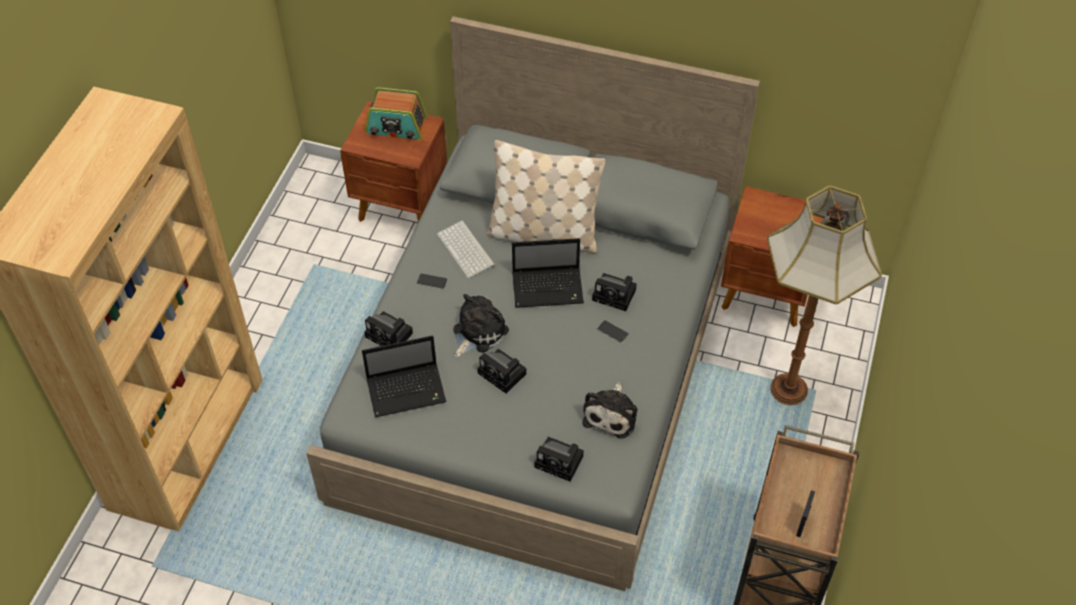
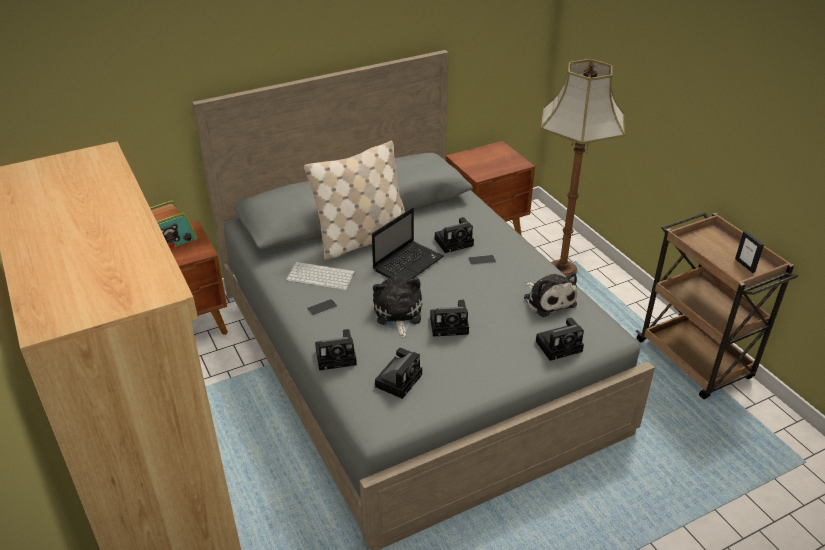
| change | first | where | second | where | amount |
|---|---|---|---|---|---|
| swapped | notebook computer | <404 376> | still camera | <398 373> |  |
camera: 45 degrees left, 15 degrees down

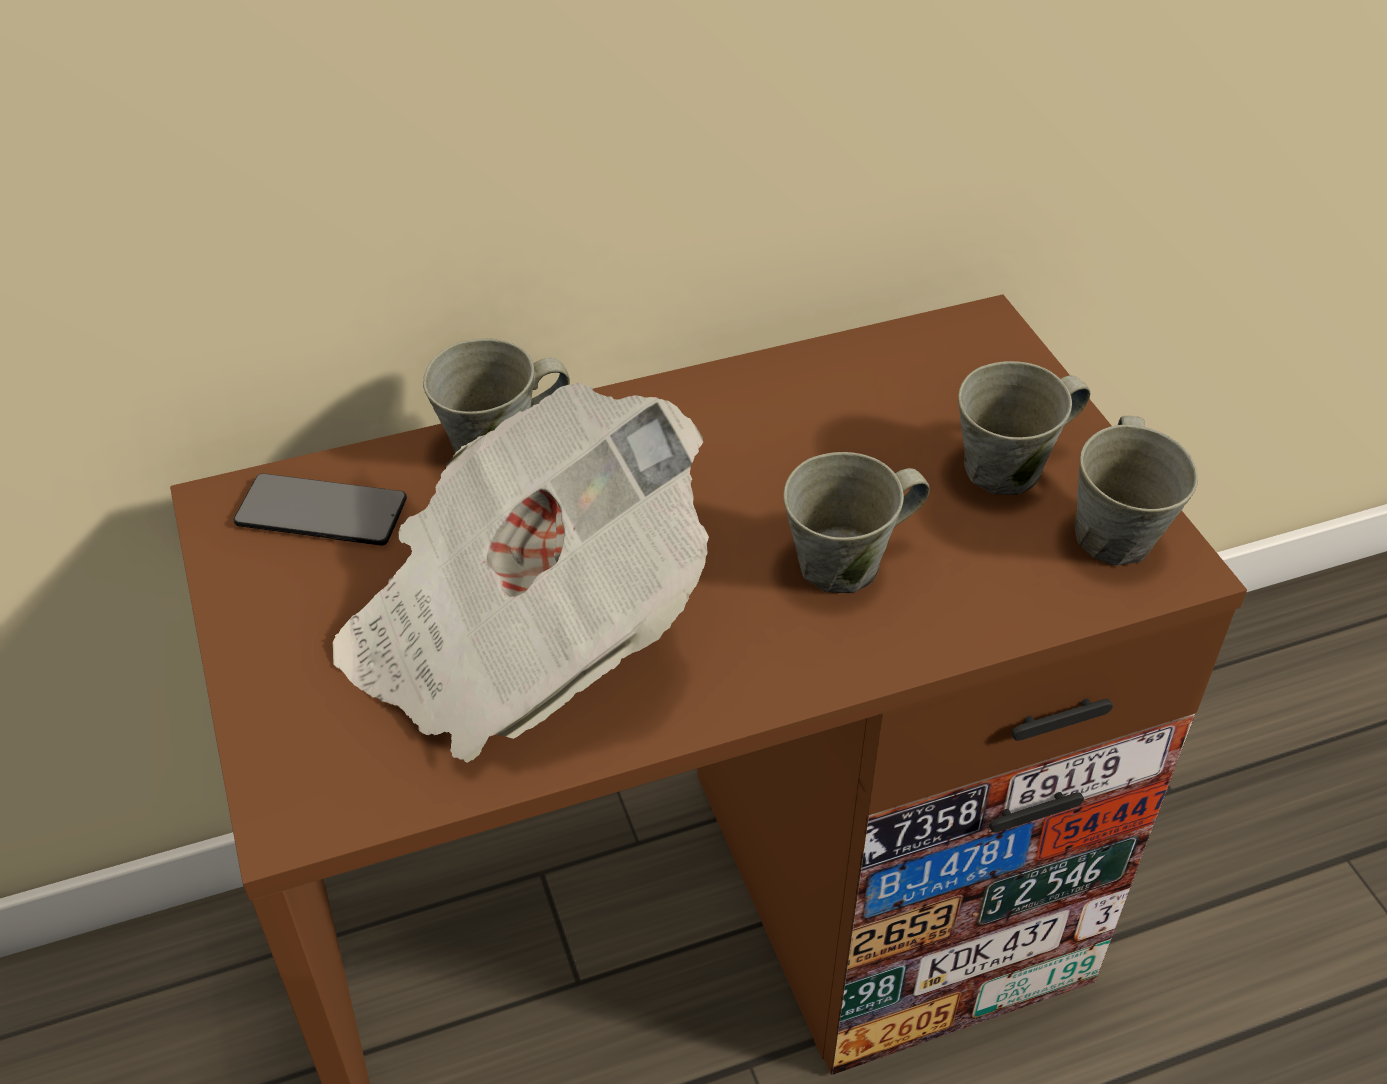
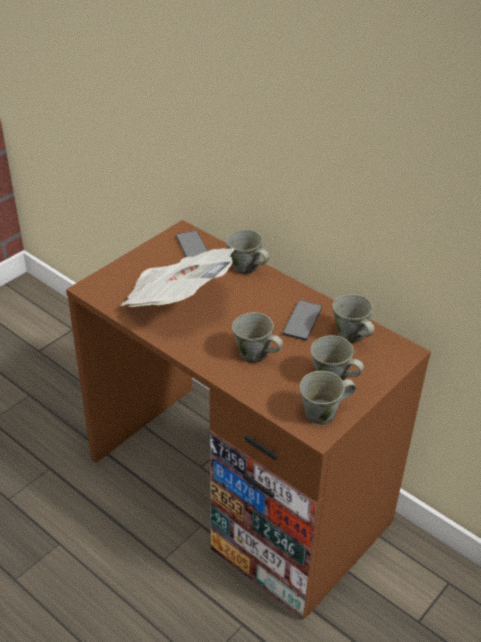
| change | first | where | second | where | amount |
|---|---|---|---|---|---|
| new |  |  | greyish coffee mug | <353 318> |  |
| new |  |  | telephone | <302 320> |  |
camera: 60 degrees right, 5 degrees down

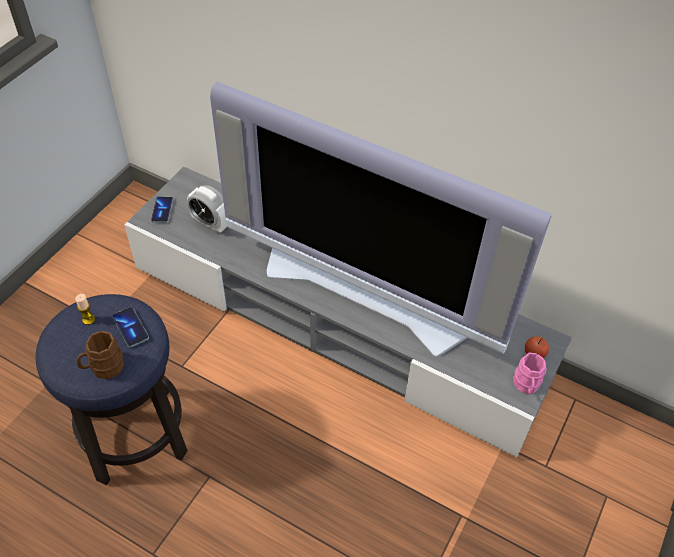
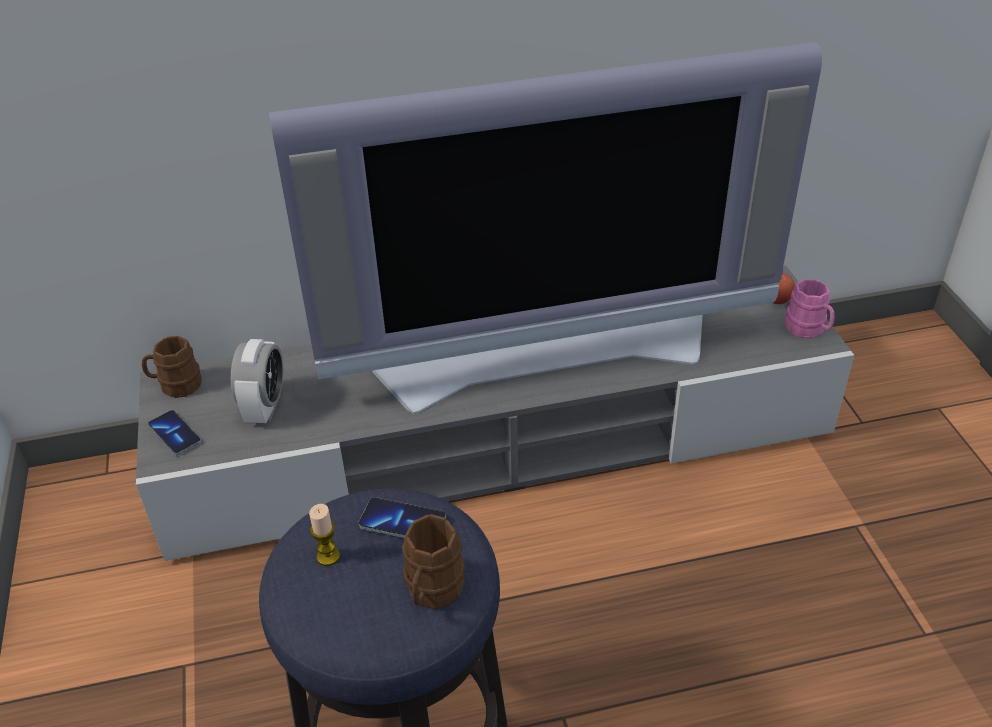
| change | first | where | second | where | amount |
|---|---|---|---|---|---|
| rotated | bedside clock | <207 209> |  | <257 381> | 75 degrees counterclockwise |
| new |  |  | brown-coloured coffee mug | <172 367> |  |
camera: 40 degrees left, 10 degrees down

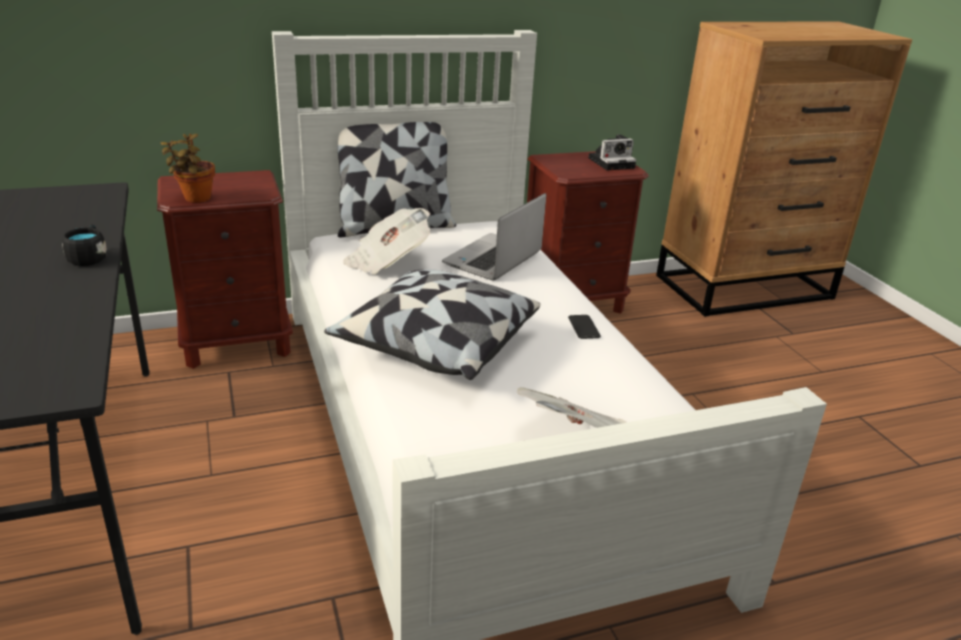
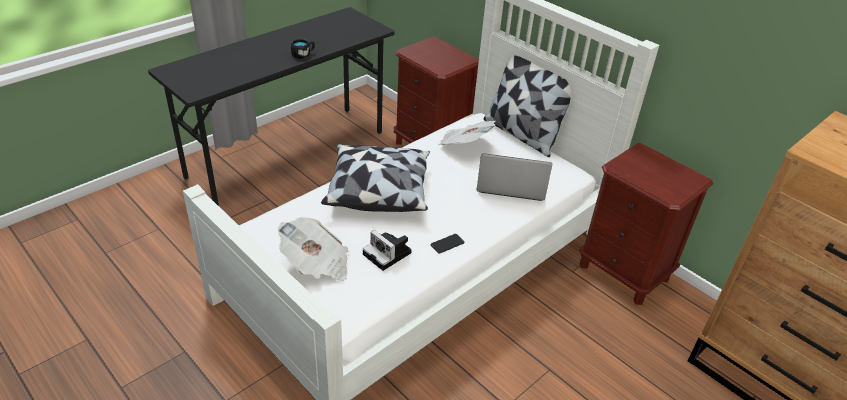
| change | first | where | second | where | amount |
|---|---|---|---|---|---|
| gone | plant in a pot | <187 168> |  |  |  |
| shifted | still camera | <612 152> |  | <387 250> |  |
camera: 65 degrees right, 10 degrees up

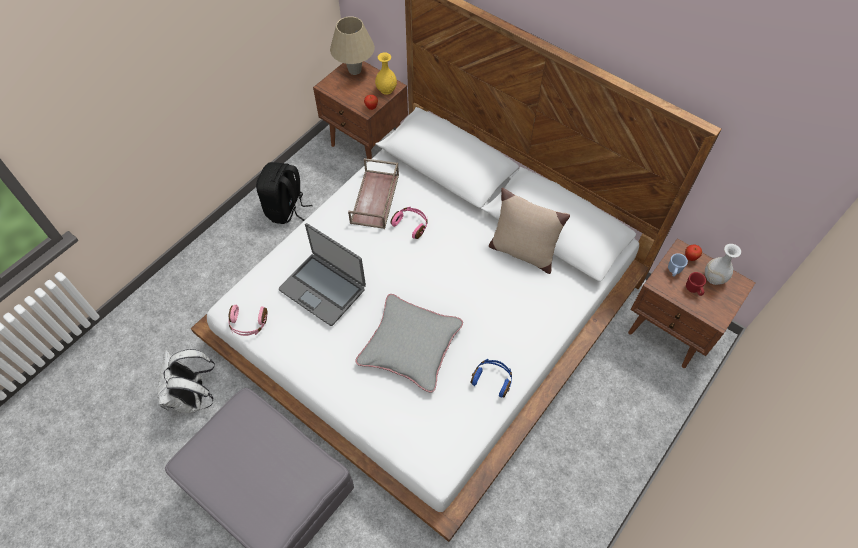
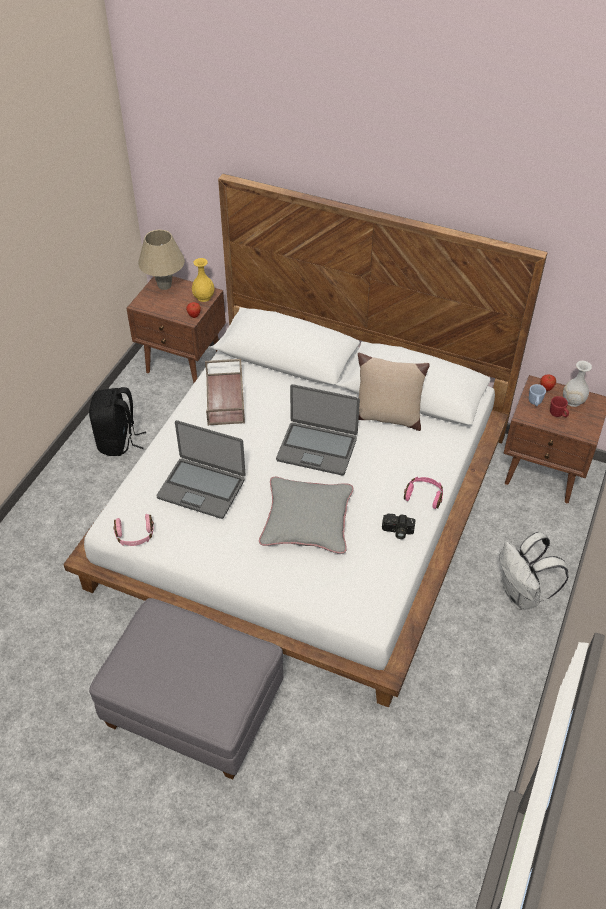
| change | first | where | second | where | amount |
|---|---|---|---|---|---|
| shifted | pinkish headphones | <409 223> |  | <423 493> |  |
| shifted | white knapsack | <186 381> |  | <534 571> |  |
| swapped | blue headphones | <491 378> | still camera | <398 526> |  |
| new |  |  | notebook computer | <318 429> |  |
camera: 15 degrees left, 10 degrees down

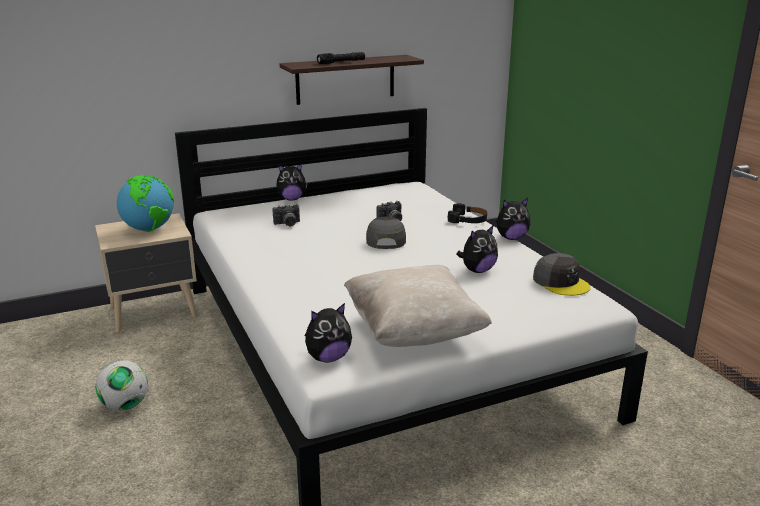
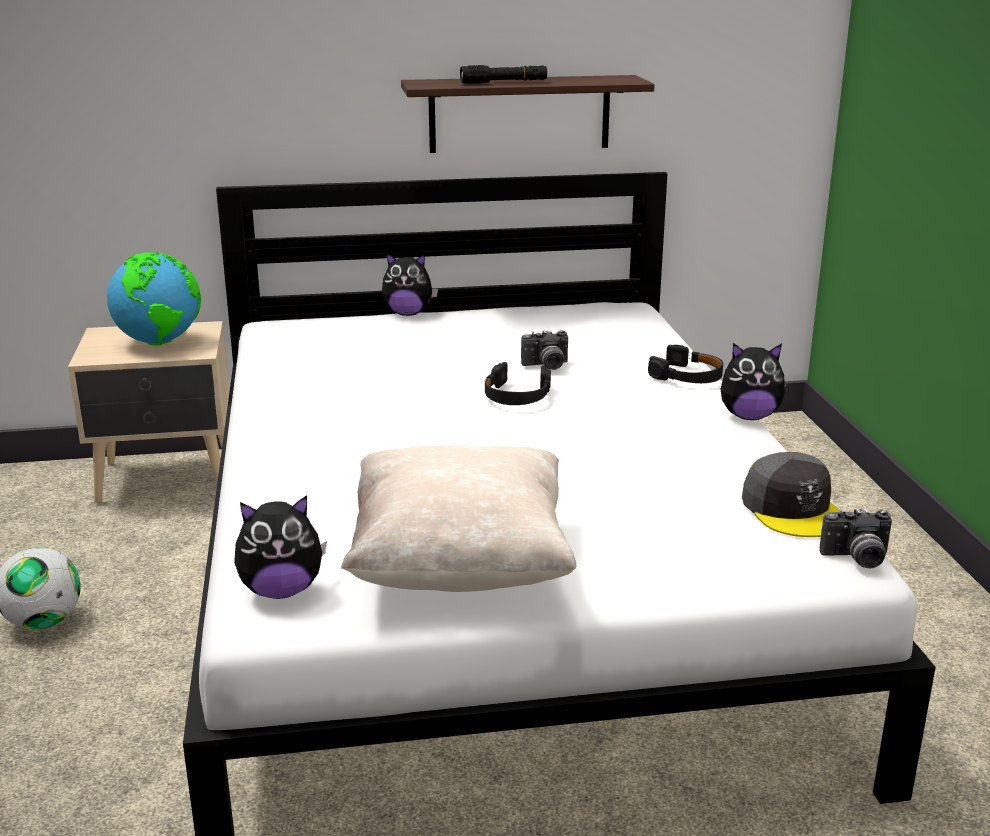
| change | first | where | second | where | amount |
|---|---|---|---|---|---|
| shifted | still camera | <286 215> |  | <856 538> |  |
| swapped | greyish peaked cap | <386 233> | blackish headphones | <518 383> |  |
| gone | soft toy | <477 249> |  |  |  |
camera: 15 degrees right, 0 degrees up

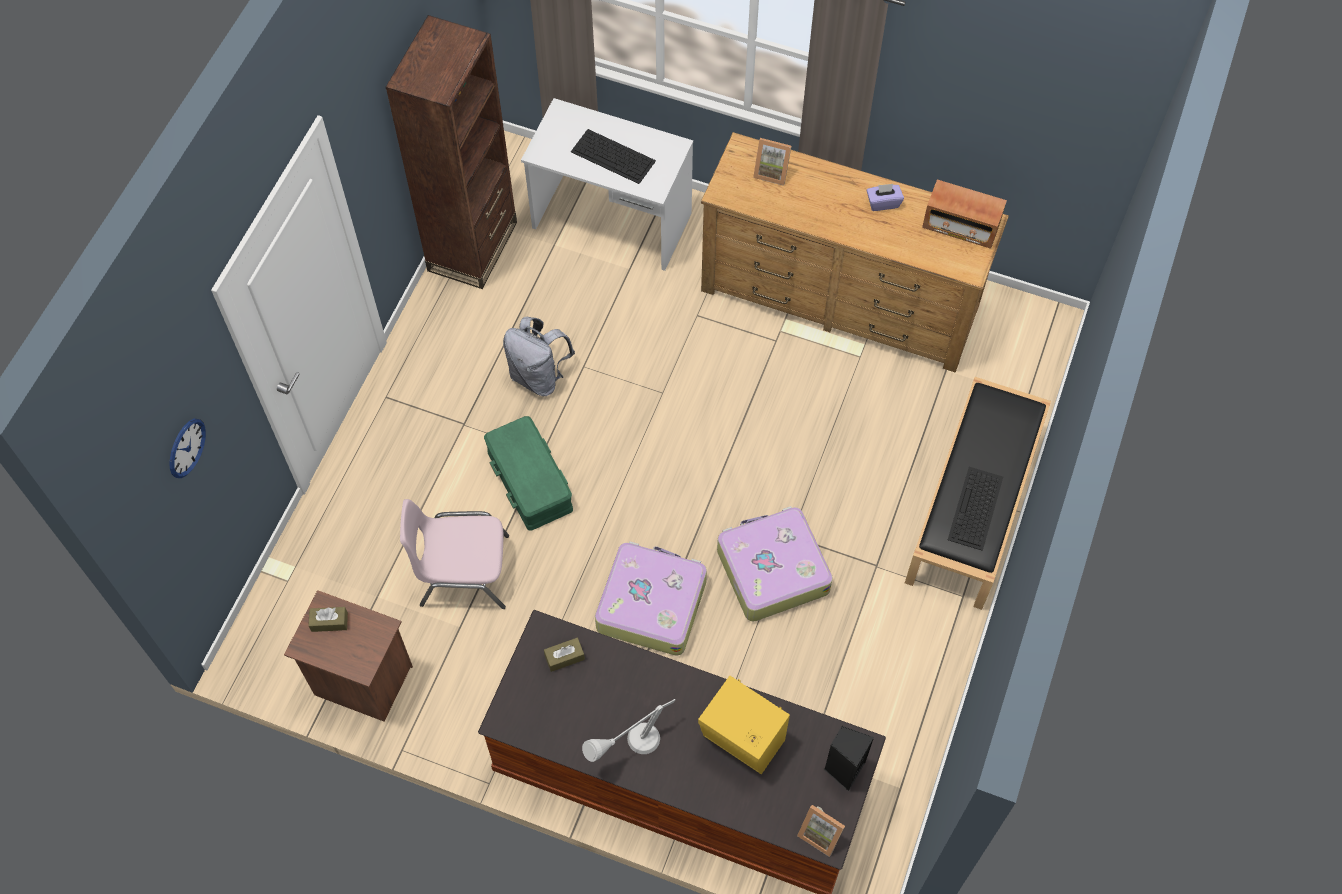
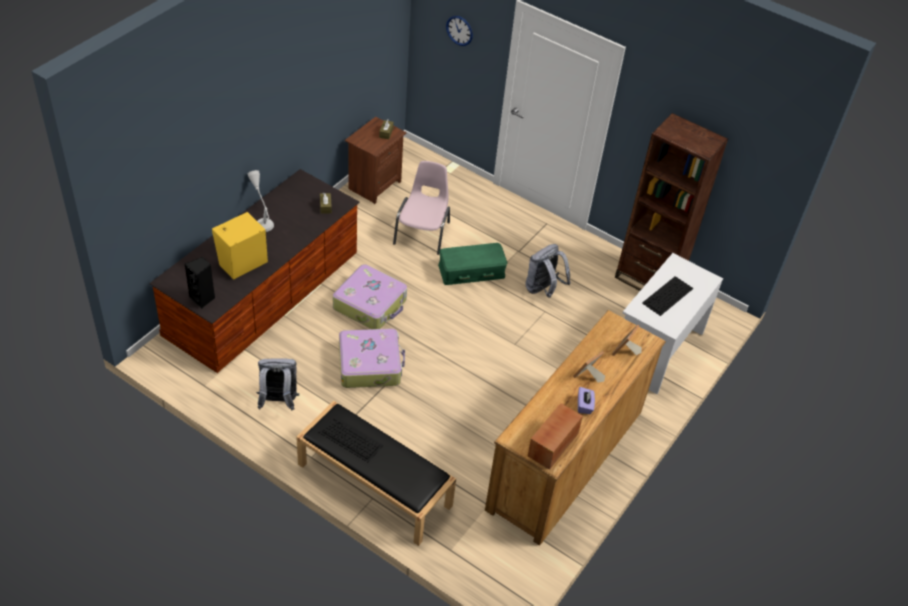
| change | first | where | second | where | amount |
|---|---|---|---|---|---|
| shifted | standing frame | <821 831> |  | <589 366> |  |
| new |  |  | greyish knapsack | <277 384> |  |
camera: 100 degrees right, 15 degrees down

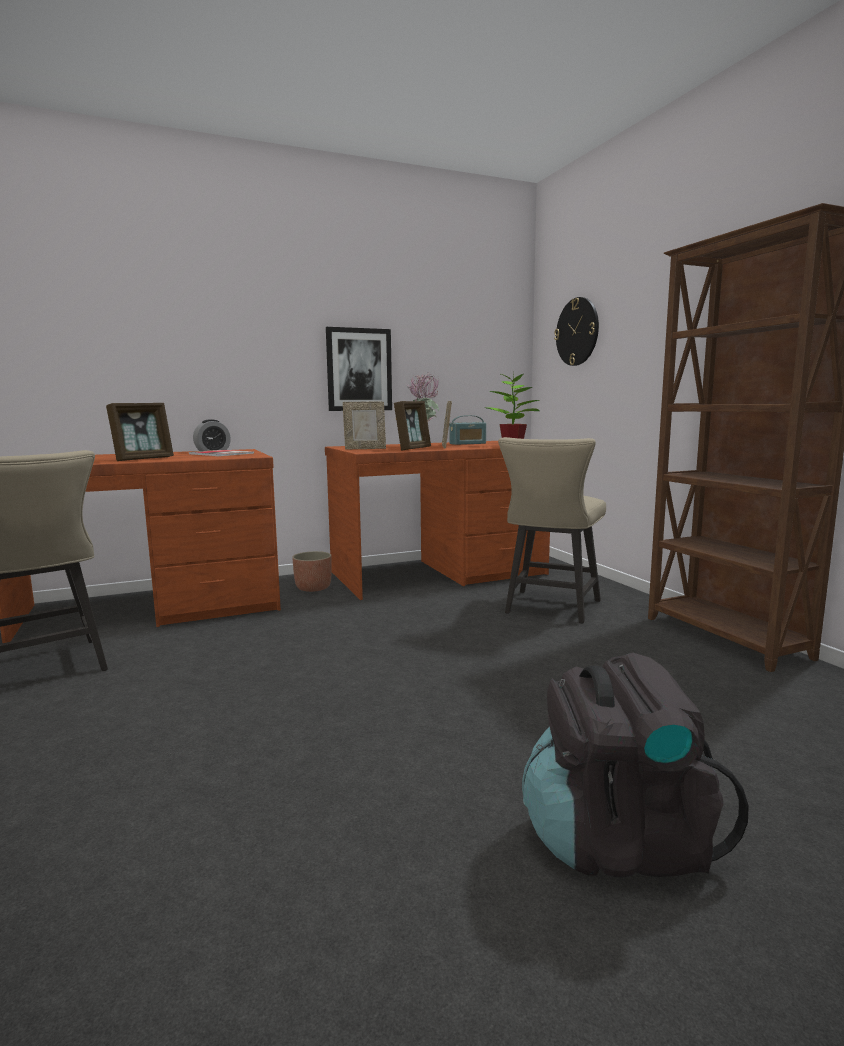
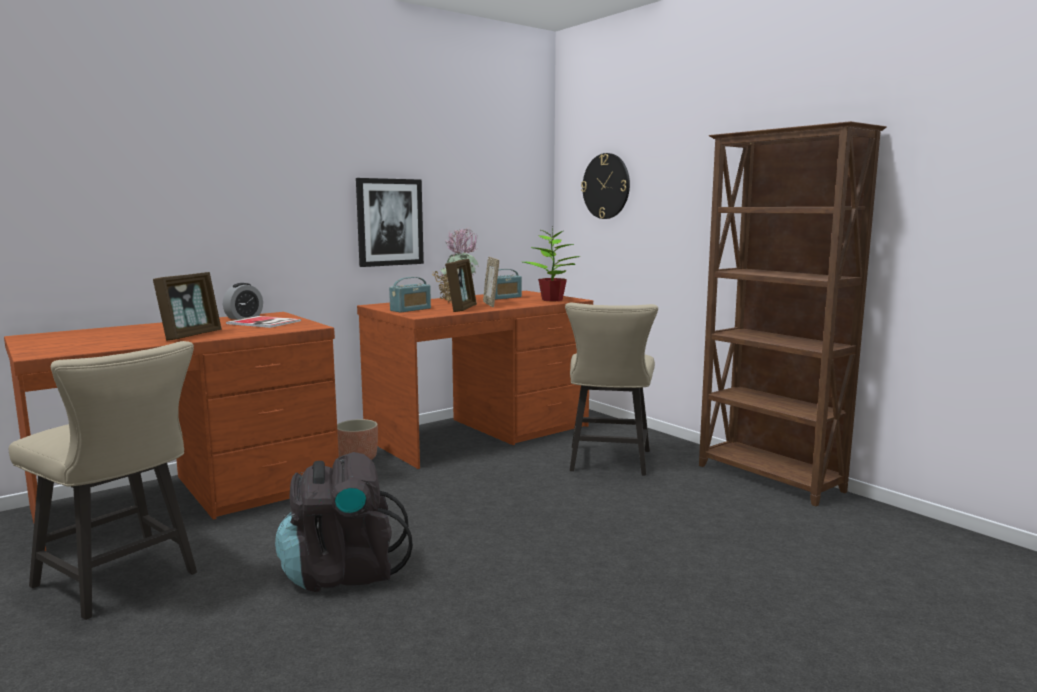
| change | first | where | second | where | amount |
|---|---|---|---|---|---|
| swapped | standing frame | <364 426> | radio set | <410 294> |  |
| shifted | blackish knapsack | <635 765> |  | <344 522> |  |
camera: 15 degrees left, 0 degrees up

